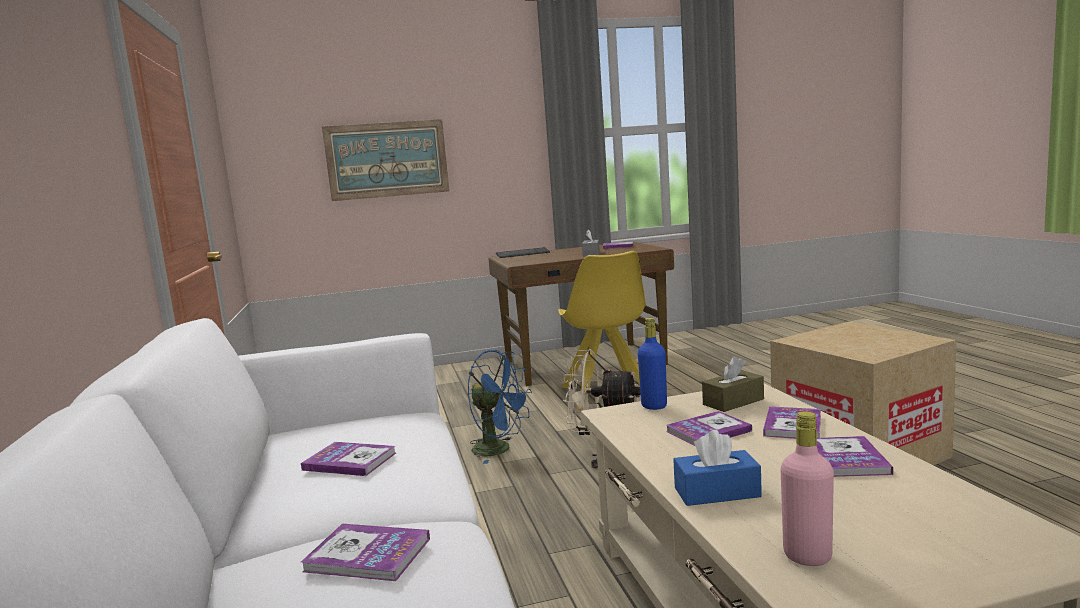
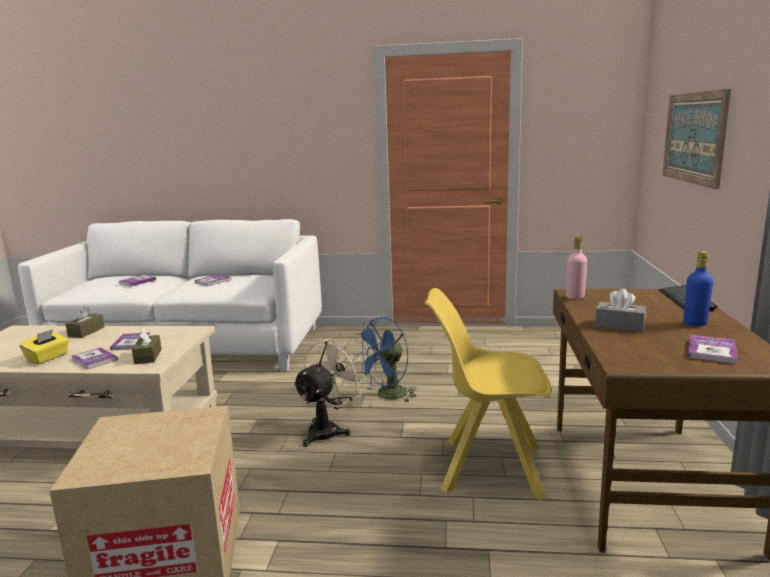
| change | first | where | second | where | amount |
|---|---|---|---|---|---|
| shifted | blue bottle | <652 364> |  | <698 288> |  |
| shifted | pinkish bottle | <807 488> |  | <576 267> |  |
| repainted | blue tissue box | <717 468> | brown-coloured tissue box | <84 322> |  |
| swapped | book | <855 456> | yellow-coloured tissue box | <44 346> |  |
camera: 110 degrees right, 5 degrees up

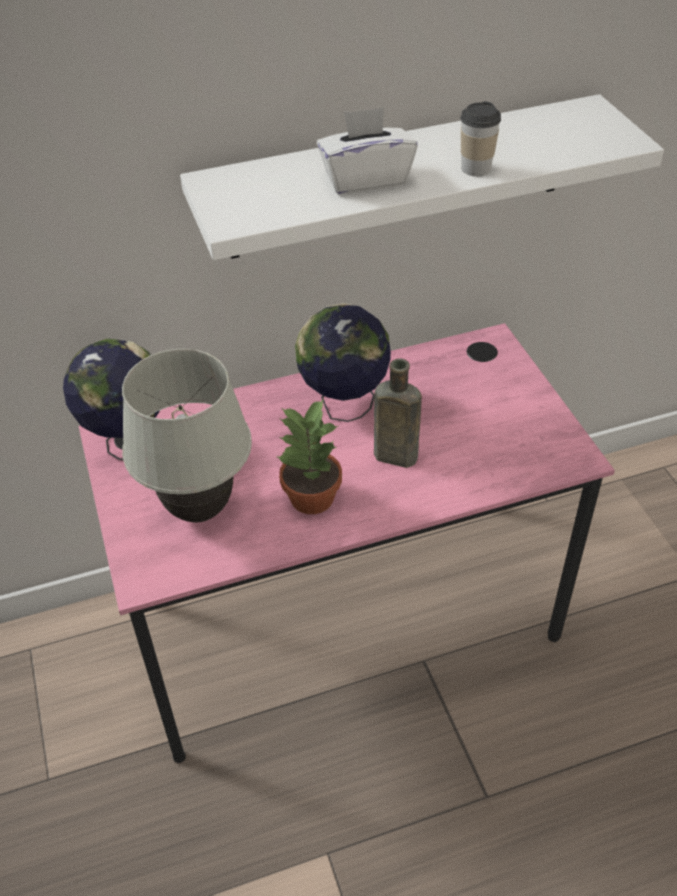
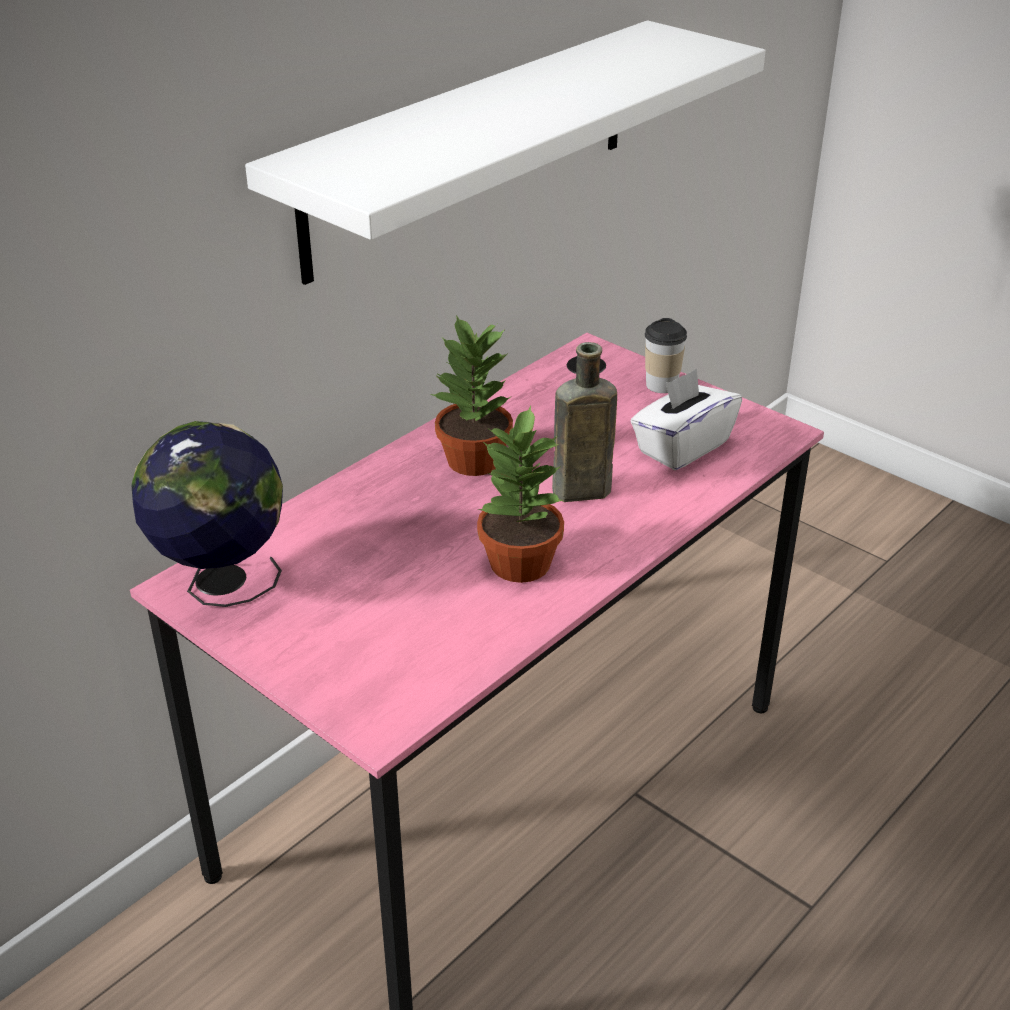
| change | first | where | second | where | amount |
|---|---|---|---|---|---|
| shifted | drinking cup | <480 138> |  | <666 355> |  |
| shifted | white tissue box | <367 150> |  | <686 419> |  |
| swapped | globe | <343 362> | plant in a pot | <472 395> |  |
| gone | white table lamp | <187 435> |  |  |  |
camera: 30 degrees left, 10 degrees down

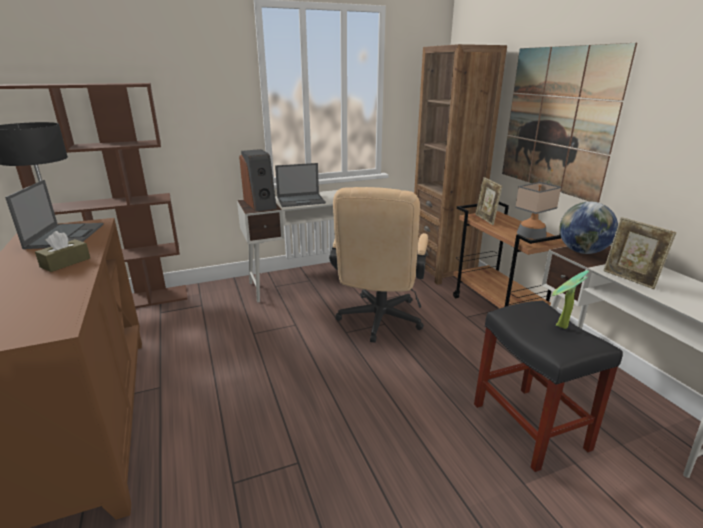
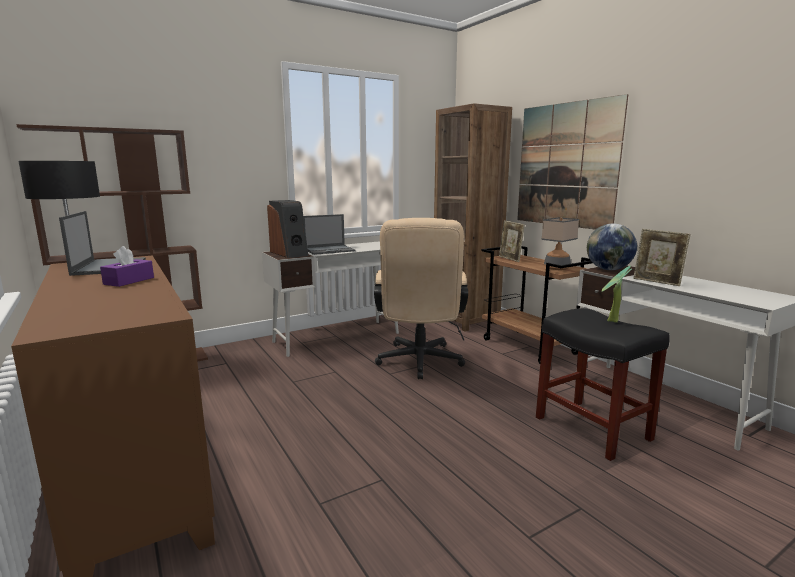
| change | first | where | second | where | amount |
|---|---|---|---|---|---|
| repainted | brown-coloured tissue box | <62 251> | purple tissue box | <127 266> |  |
camera: 10 degrees left, 10 degrees down

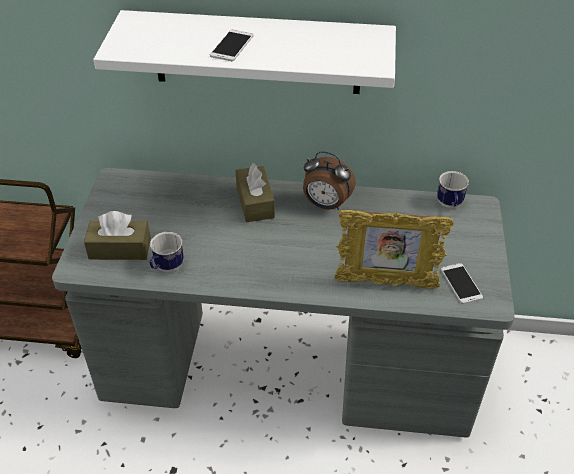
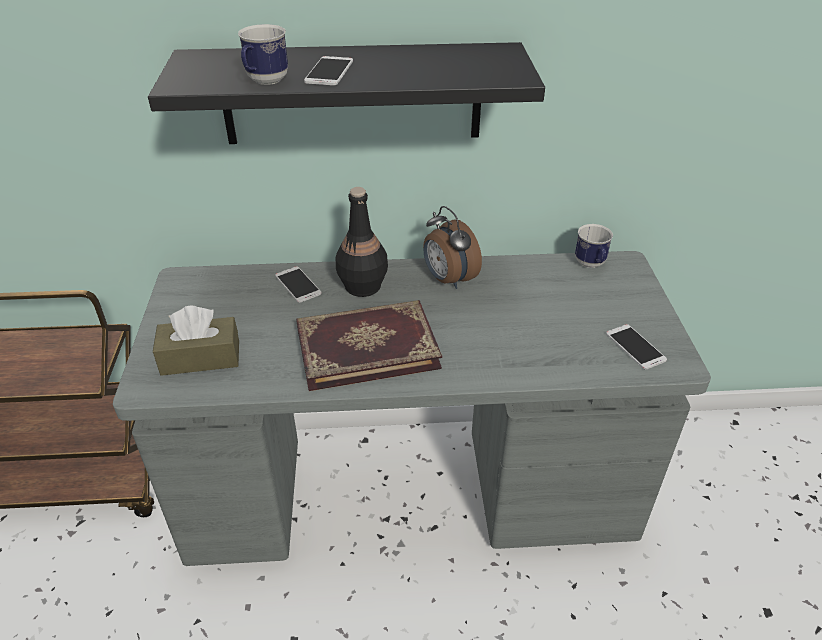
| change | first | where | second | where | amount |
|---|---|---|---|---|---|
| repainted | white shelf | <244 52> | blackish shelf | <346 93> |  |
| rotated | bedside clock | <329 180> |  | <452 247> | 45 degrees clockwise |
| swapped | brown-coloured tissue box | <255 192> | blackish bottle | <362 242> |  |
| gone | standing frame | <394 249> |  |  |  |
| shifted | coffee mug | <167 252> |  | <263 54> |  |
| new |  |  | telephone | <298 284> |  |
| new |  |  | book | <369 345> |  |
camera: 10 degrees left, 5 degrees down

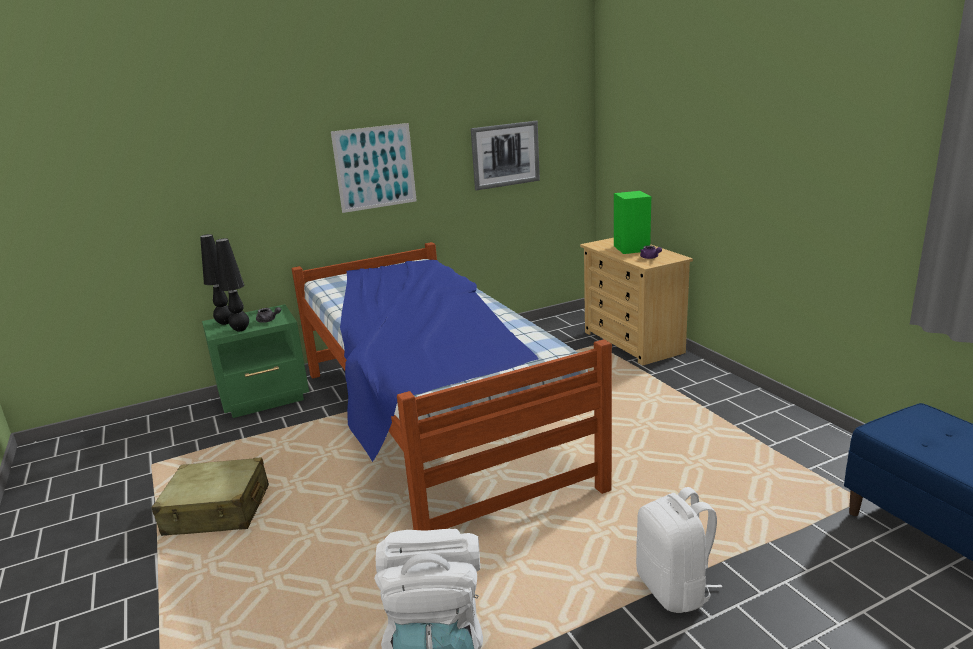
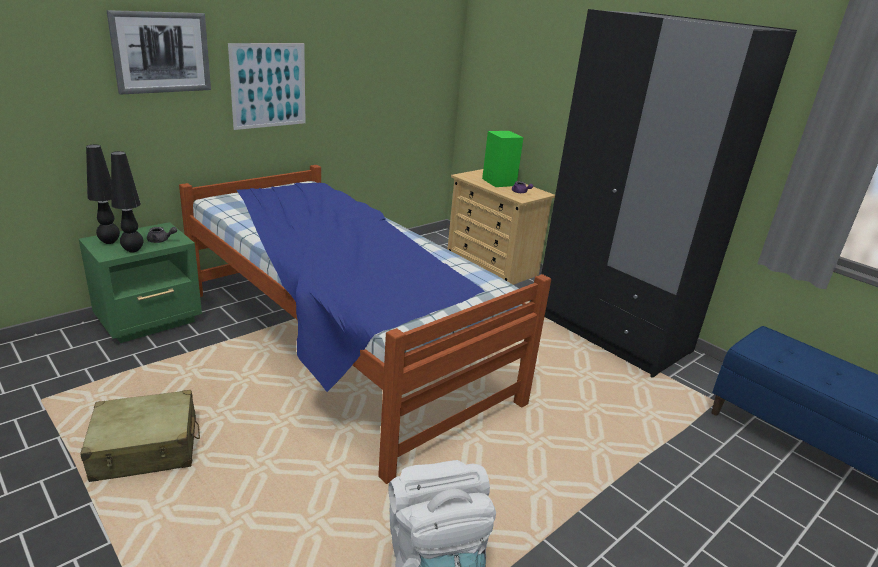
| change | first | where | second | where | amount |
|---|---|---|---|---|---|
| shifted | wall art | <505 155> |  | <158 52> |  |
| gone | white knapsack | <679 550> |  |  |  |
| new |  |  | blackish wardrobe | <669 193> |  |
camera: 20 degrees left, 5 degrees up

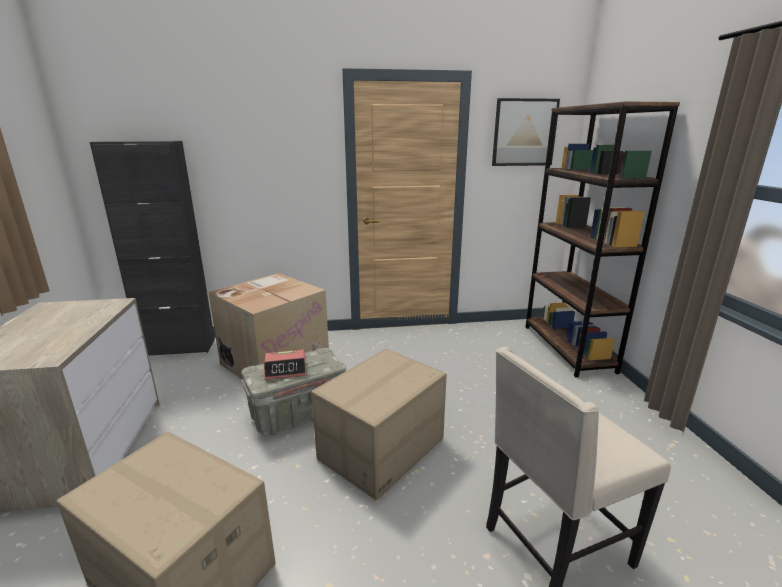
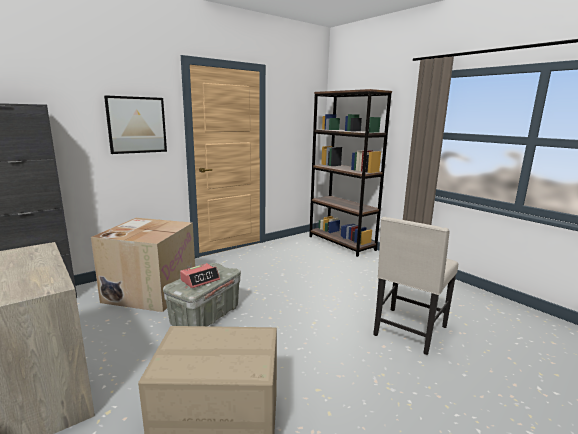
| change | first | where | second | where | amount |
|---|---|---|---|---|---|
| shifted | wall art | <526 132> |  | <135 124> |  |
| gone | cardboard box | <379 424> |  |  |  |
camera: 30 degrees left, 5 degrees down

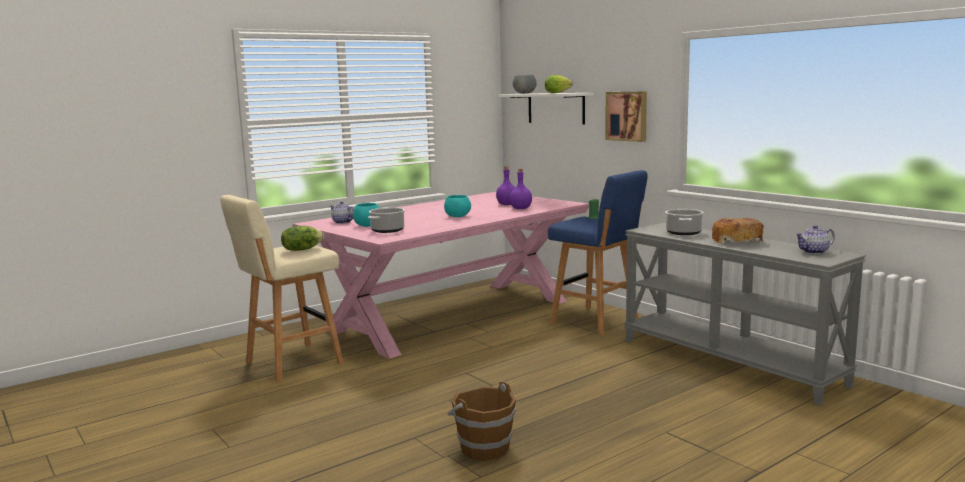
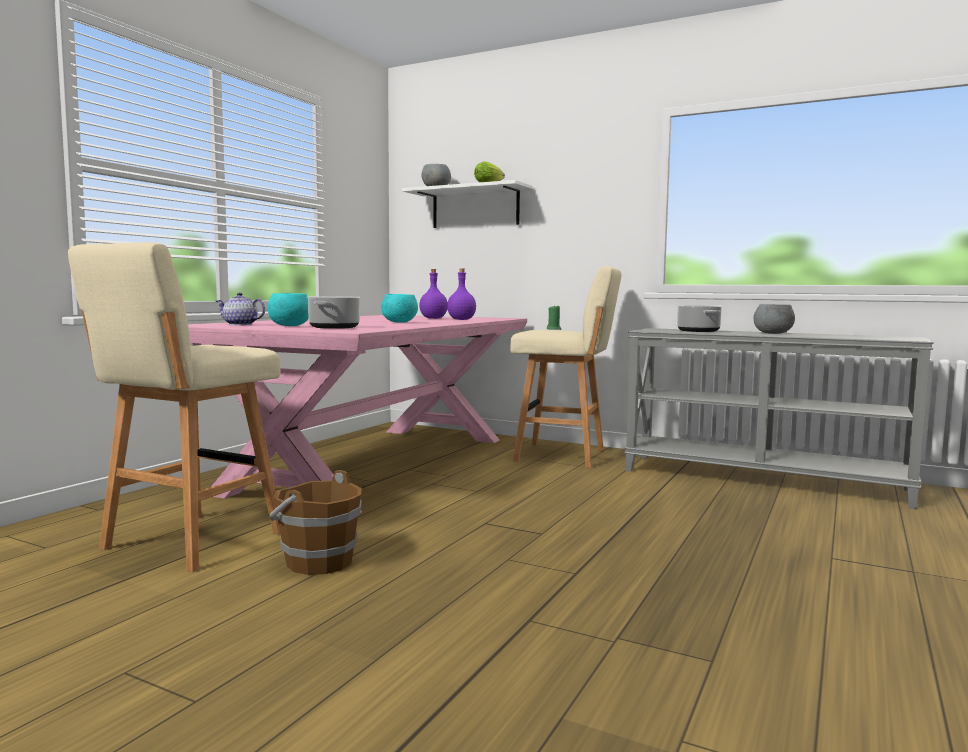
| change | first | where | second | where | amount |
|---|---|---|---|---|---|
| gone | wall art | <626 116> |  |  |  |
| repainted | blue stool seat | <598 253> | sand-coloured stool seat | <565 367> |  |
| swapped | bread | <738 231> | greyish bowl | <774 319> |  |
| gone | pot for tea | <815 239> |  |  |  |
| gone | lettuce | <302 238> |  |  |  |
| shifted | brown-coloured pail | <481 421> |  | <316 522> |  |
camera: 25 degrees left, 5 degrees down

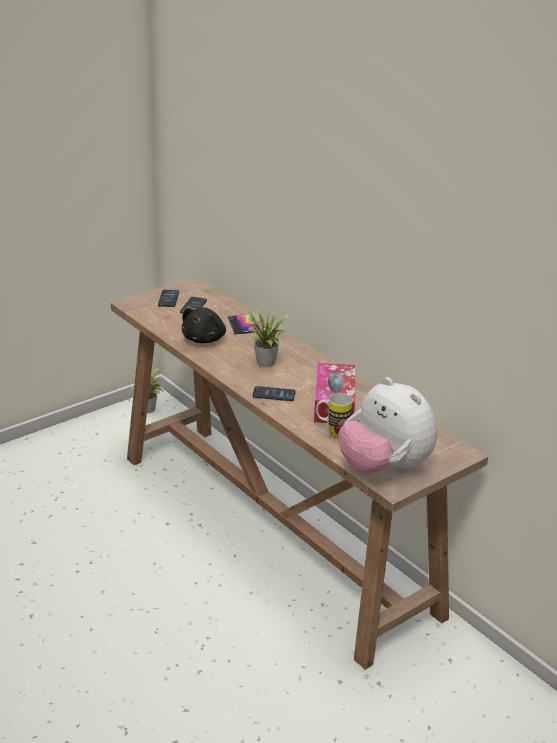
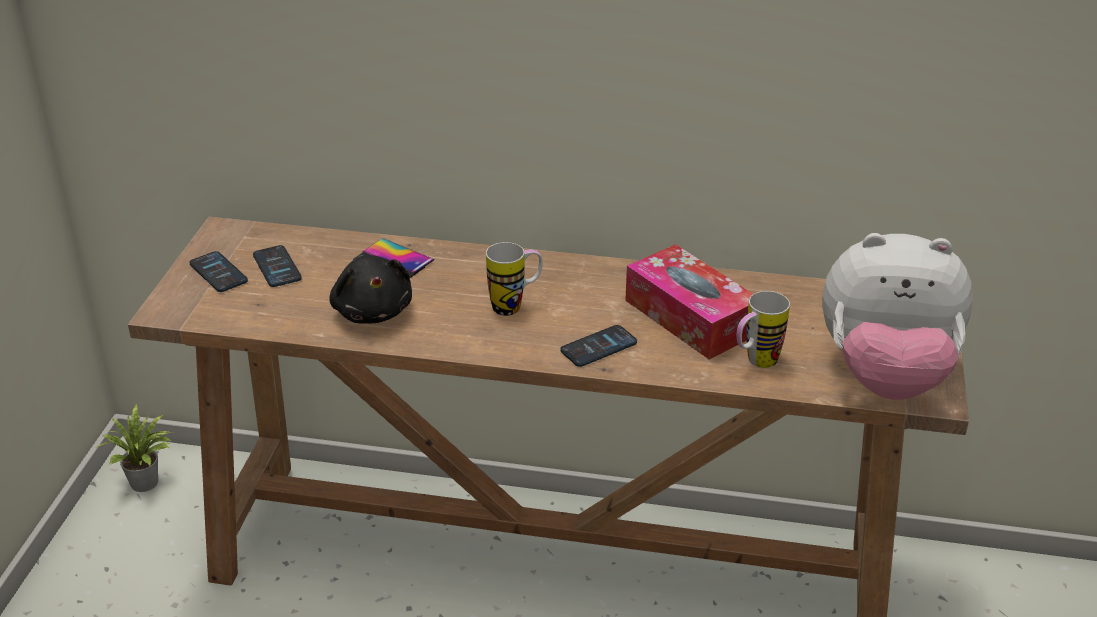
| change | first | where | second | where | amount |
|---|---|---|---|---|---|
| swapped | plant in a pot | <265 338> | coffee mug | <514 279> |  |
camera: 40 degrees left, 5 degrees up

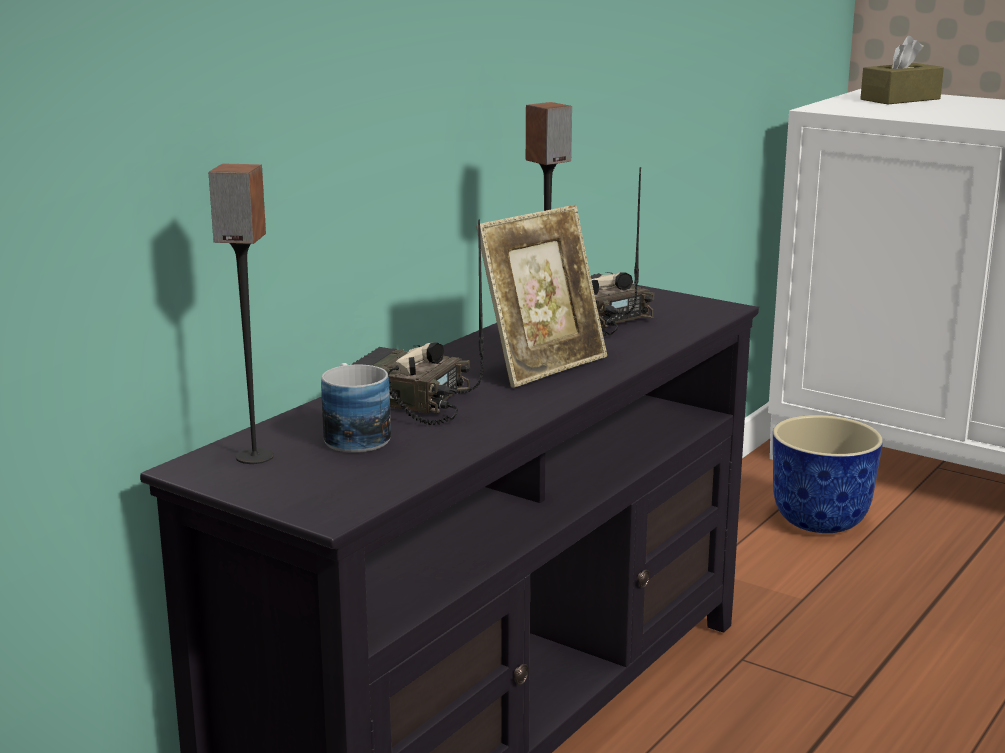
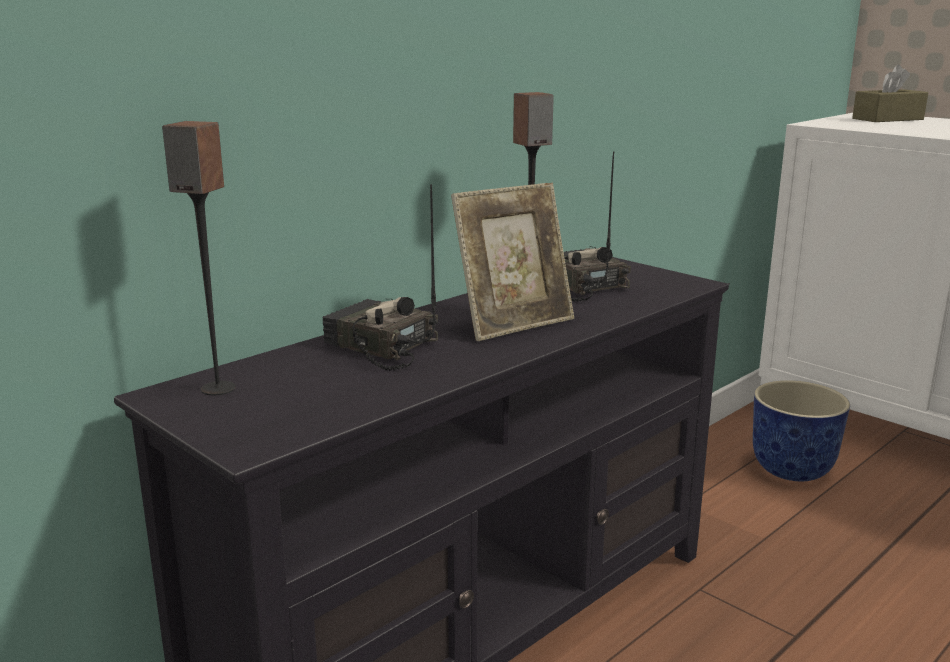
| change | first | where | second | where | amount |
|---|---|---|---|---|---|
| gone | coffee mug | <356 408> |  |  |  |
camera: 10 degrees right, 0 degrees up

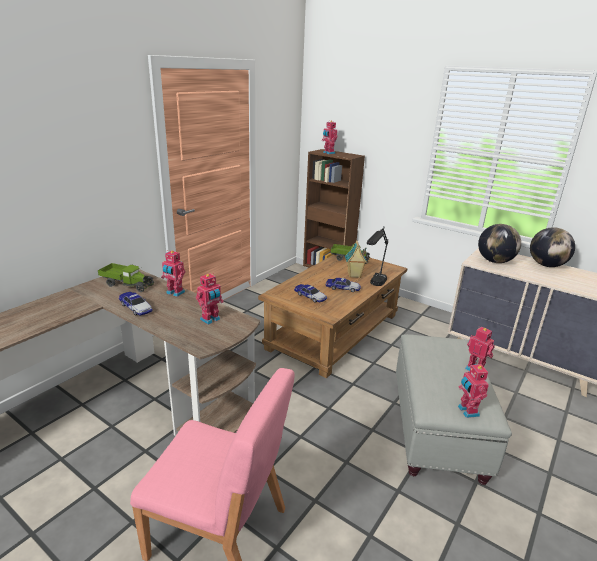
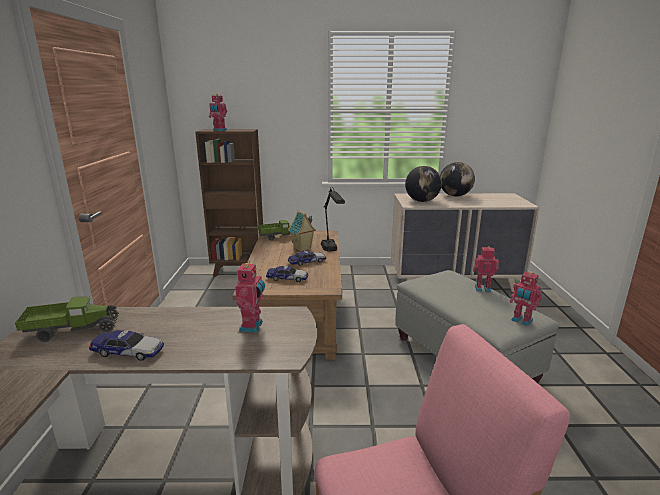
| change | first | where | second | where | amount |
|---|---|---|---|---|---|
| gone | model robot | <173 273> |  |  |  |
camera: 35 degrees left, 5 degrees down

